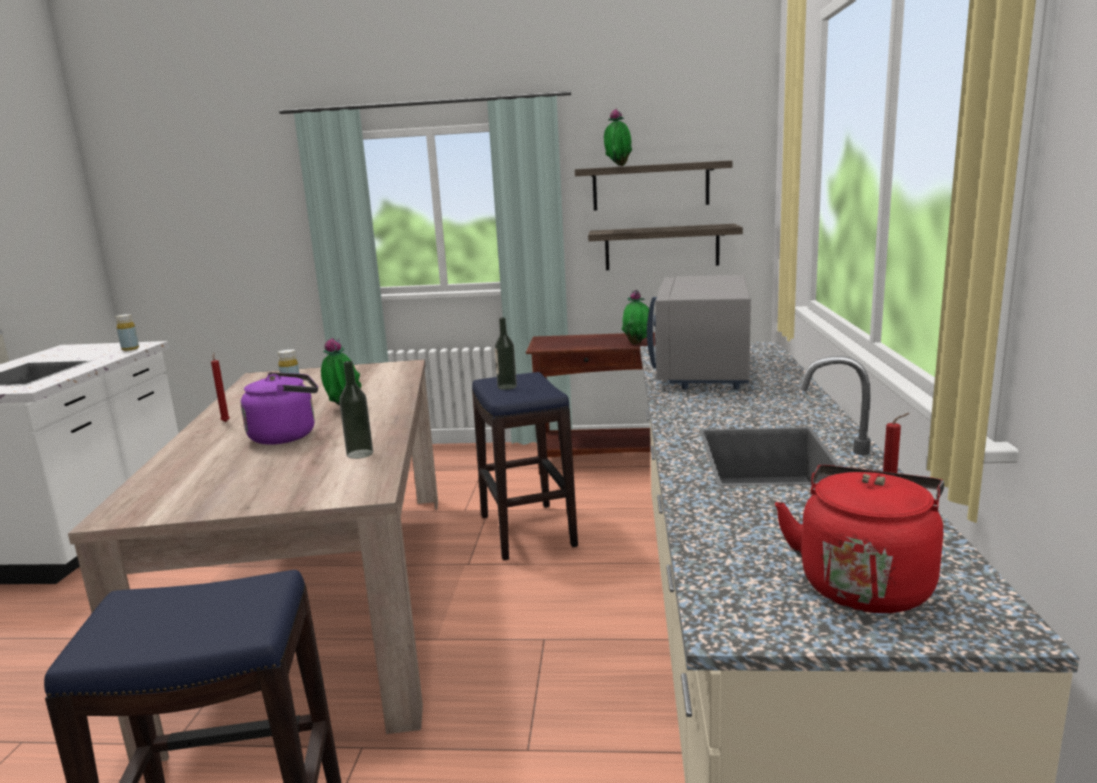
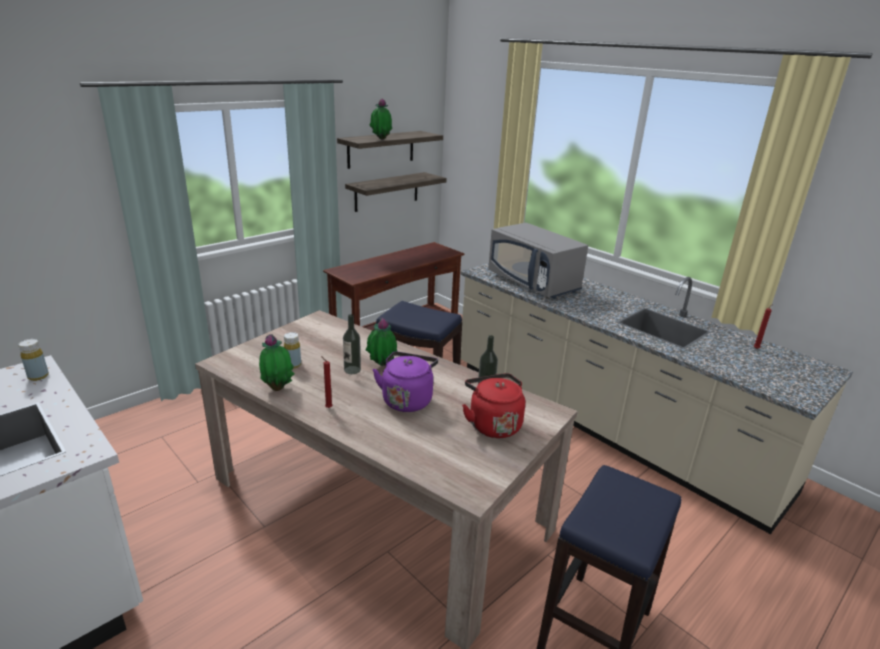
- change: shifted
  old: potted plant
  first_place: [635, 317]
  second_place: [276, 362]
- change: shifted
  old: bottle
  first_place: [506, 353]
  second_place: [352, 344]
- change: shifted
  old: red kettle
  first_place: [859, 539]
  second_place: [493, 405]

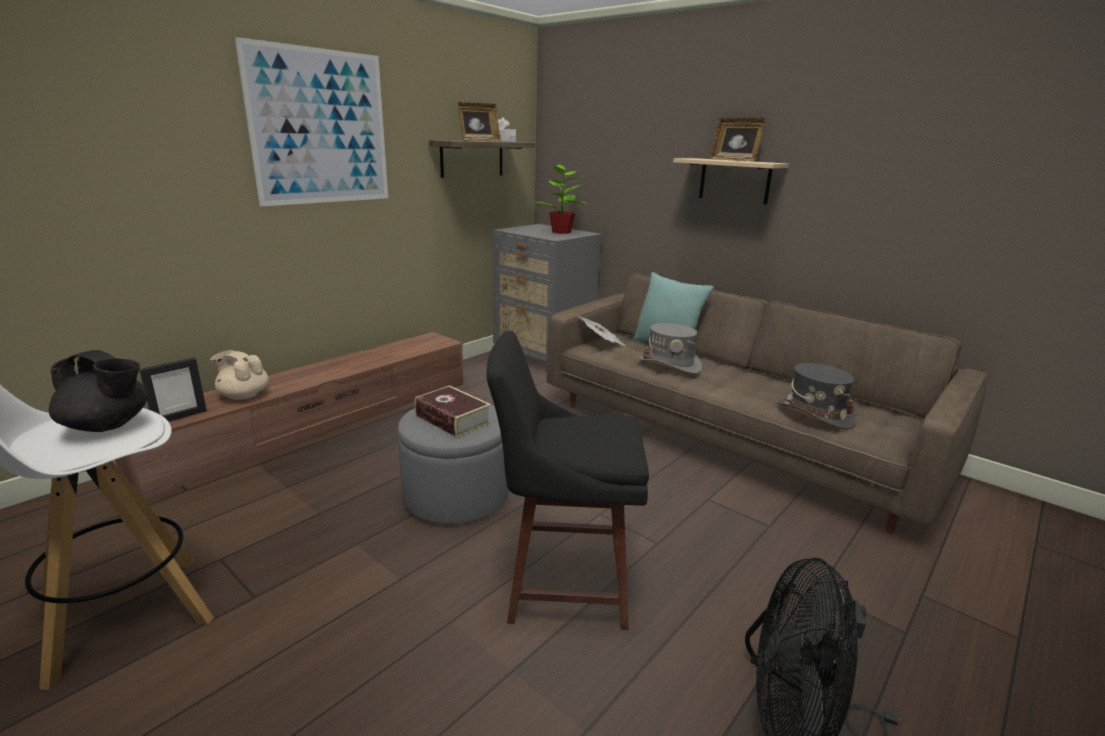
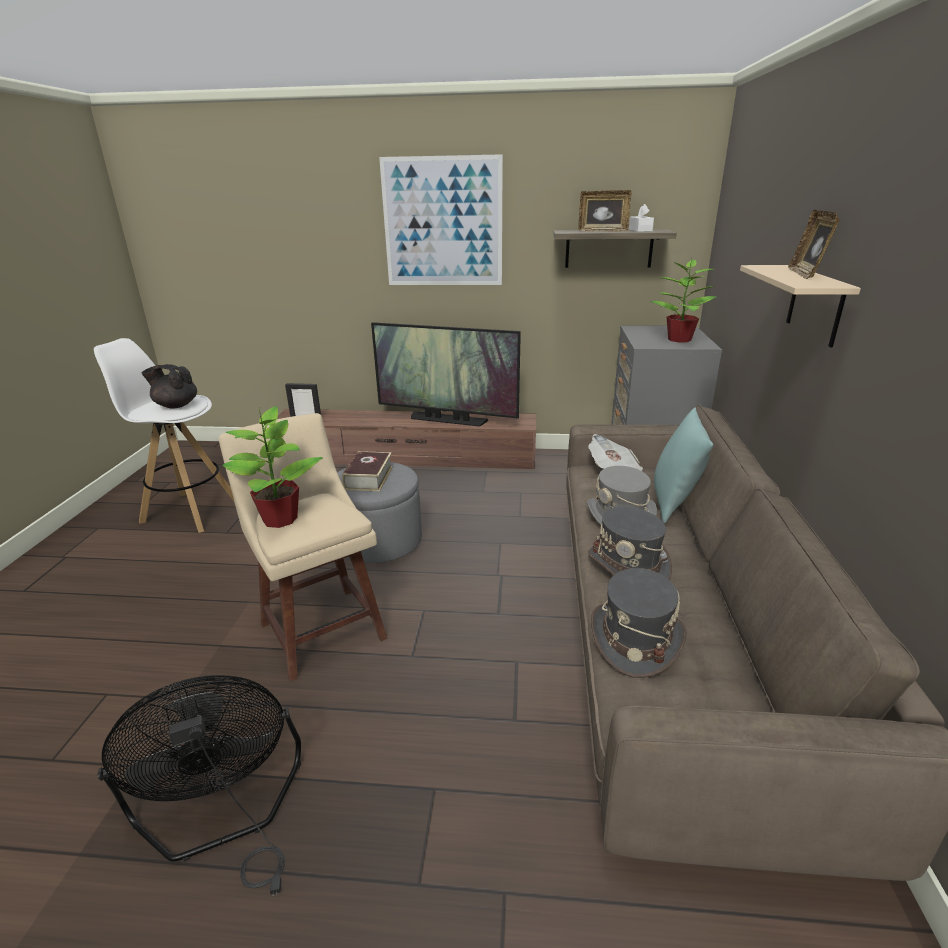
- change: rotated
  old: black teapot
  first_place: [98, 391]
  second_place: [169, 386]
  degrees: 120
- change: repainted
  old: black stool
  new: beige stool
  first_place: [567, 480]
  second_place: [303, 547]
- change: new
  new: potted plant
  second_place: [273, 467]
- change: new
  new: television
  second_place: [446, 374]
- change: new
  new: grey hat
  second_place: [630, 543]
- change: gone
  old: beige teapot
  first_place: [239, 375]

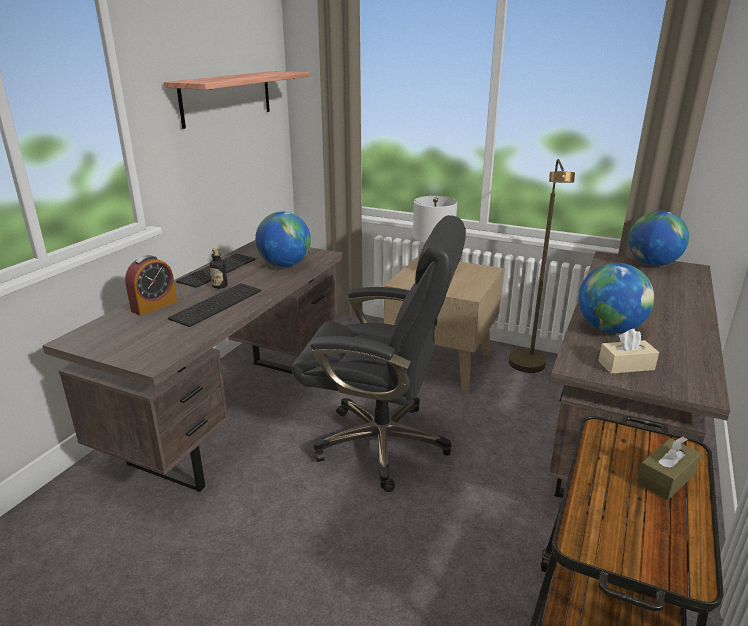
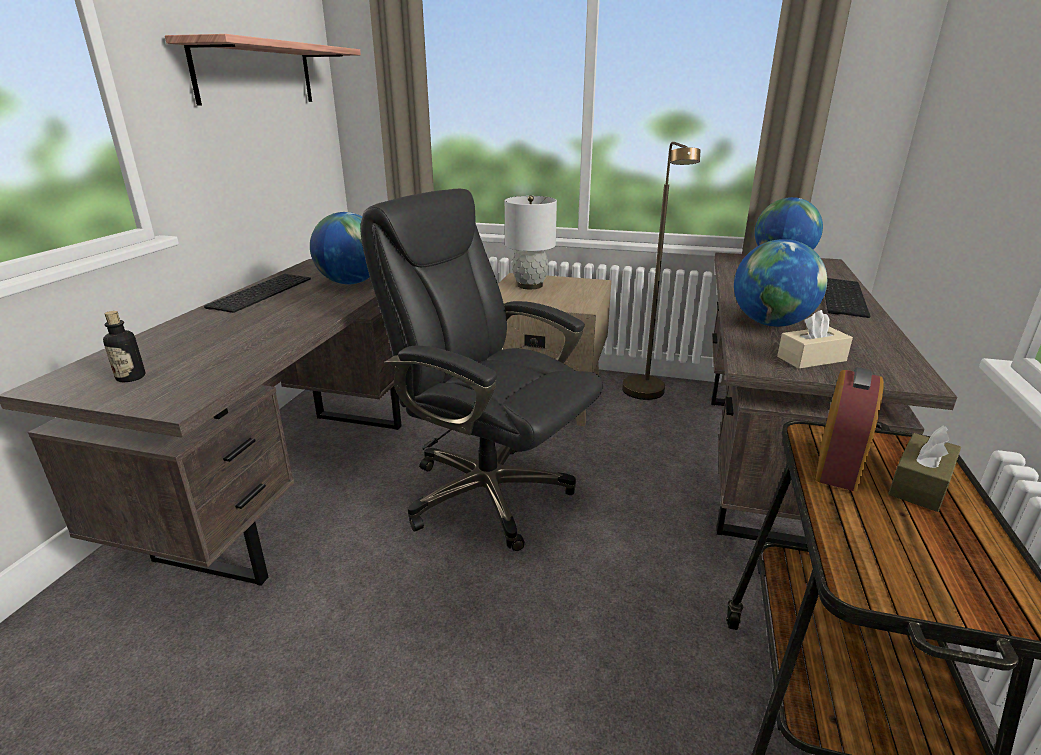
- change: shifted
  old: bottle
  first_place: [218, 268]
  second_place: [124, 346]
- change: rotated
  old: black office chair
  first_place: [379, 353]
  second_place: [481, 370]
  degrees: -150
- change: shifted
  old: alarm clock
  first_place: [151, 285]
  second_place: [850, 429]
- change: shifted
  old: keyboard
  first_place: [214, 305]
  second_place: [847, 298]

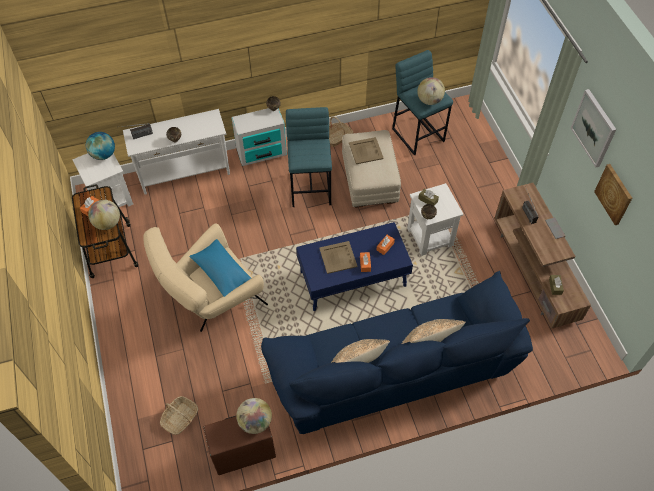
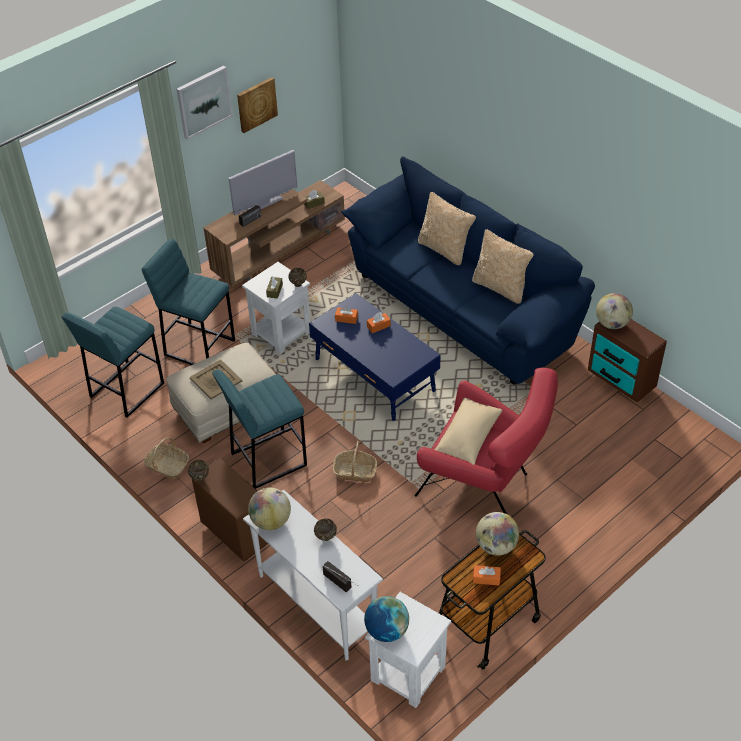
- change: new
  new: turquoise stool
  second_place: [188, 302]
- change: repainted
  old: white nightstand
  new: brown nightstand
  first_place: [259, 137]
  second_place: [230, 509]
- change: new
  new: television
  second_place: [263, 182]
- change: shifted
  old: globe
  first_place: [431, 91]
  second_place: [269, 509]
- change: shifted
  old: basket
  first_place: [179, 415]
  second_place: [355, 461]
- change: repainted
  old: beige armchair
  new: red armchair
  first_place: [206, 277]
  second_place: [486, 441]
- change: repainted
  old: blue pillow
  new: beige pillow
  first_place: [220, 268]
  second_place: [468, 431]
- change: gone
  old: beige tray
  first_place: [338, 257]

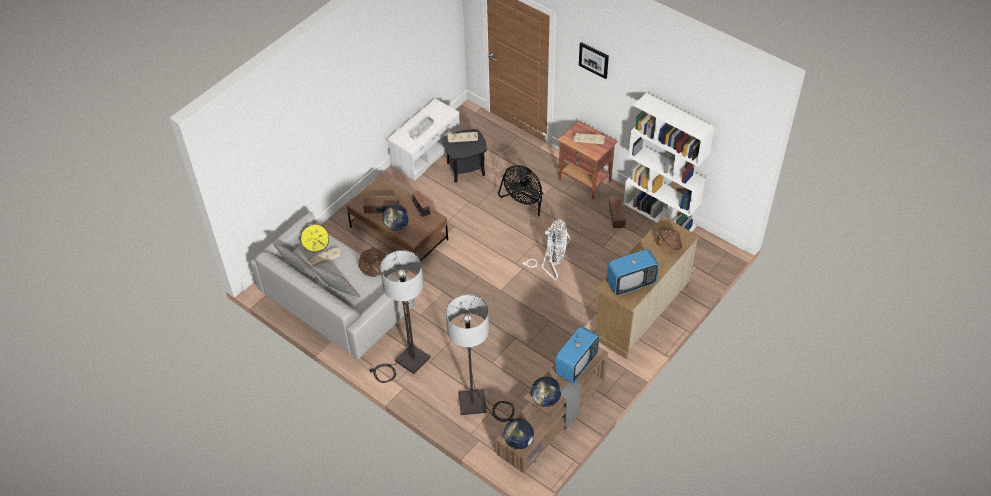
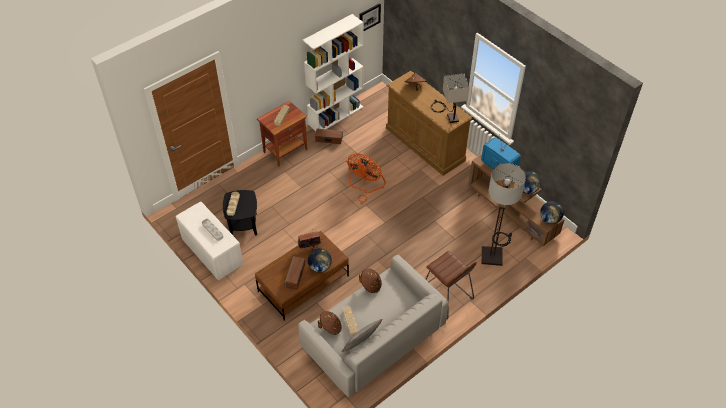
- change: repainted
  old: yellow hat
  new: brown hat
  first_place: [315, 238]
  second_place: [330, 323]
- change: repainted
  old: white fan
  new: orange fan
  first_place: [547, 249]
  second_place: [366, 179]
- change: shifted
  old: picture
  first_place: [594, 60]
  second_place: [370, 17]
- change: swapped
  old: floor lamp
  new: brown stool
  first_place: [399, 316]
  second_place: [451, 285]
- change: swapped
  old: television
  new: table lamp
  first_place: [632, 270]
  second_place: [450, 98]
- change: gone
  old: grey pillow
  first_place: [336, 281]
- change: gone
  old: black fan
  first_place: [520, 190]

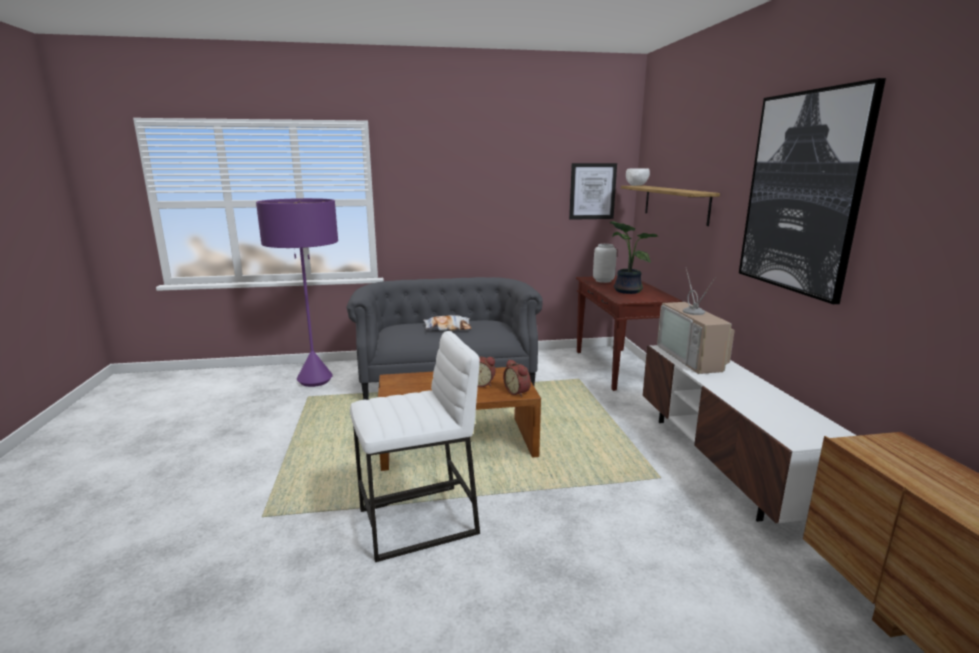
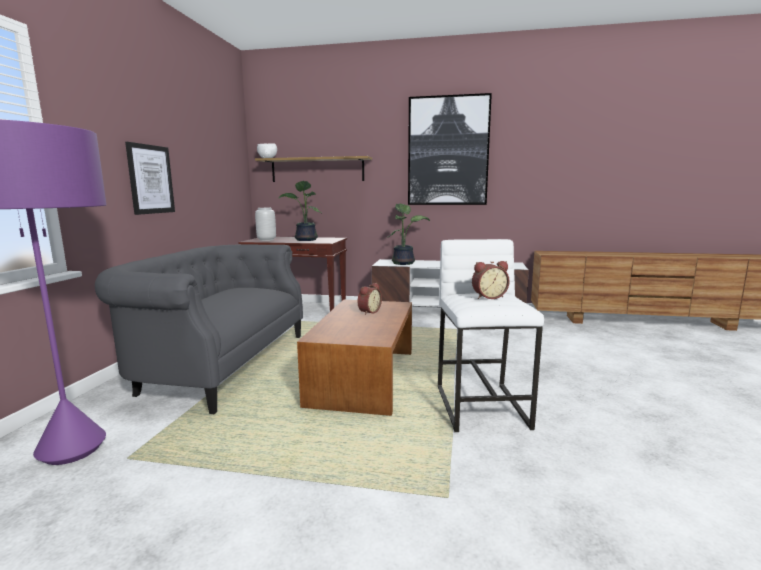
- change: shifted
  old: picture
  first_place: [593, 191]
  second_place: [150, 178]
- change: swapped
  old: television
  new: potted plant
  first_place: [696, 321]
  second_place: [408, 234]
- change: shifted
  old: alarm clock
  first_place: [517, 378]
  second_place: [491, 280]
- change: gone
  old: pillow
  first_place: [447, 323]

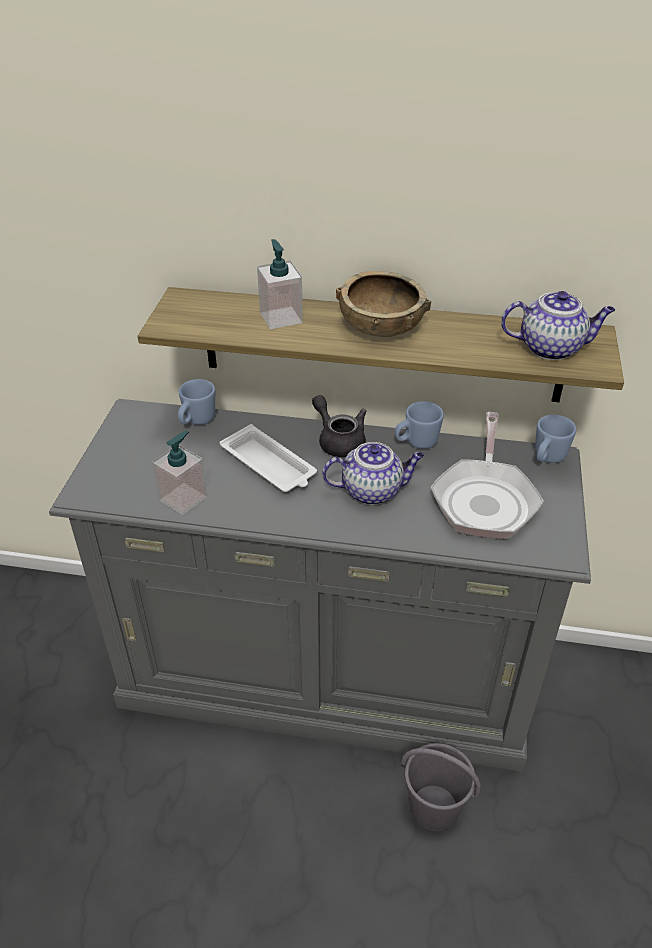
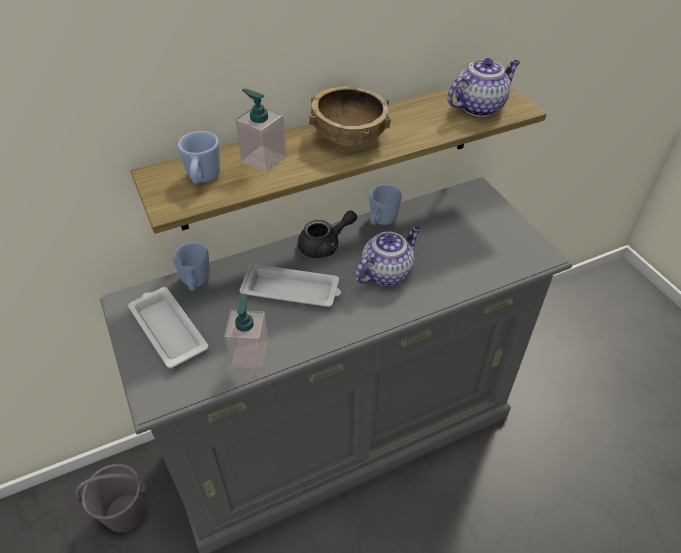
- change: shifted
  old: grey bucket
  first_place: [441, 787]
  second_place: [111, 498]
- change: new
  new: white tray
  second_place: [168, 327]
- change: shifted
  old: blue mug
  first_place: [555, 439]
  second_place: [199, 157]
- change: rotated
  old: grey teapot
  first_place: [339, 426]
  second_place: [327, 234]
  degrees: 135
- change: gone
  old: frying pan
  first_place: [487, 475]

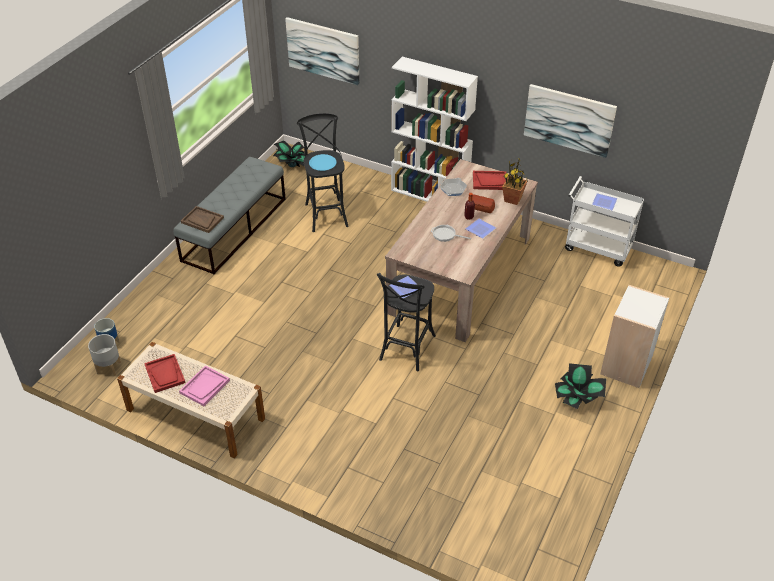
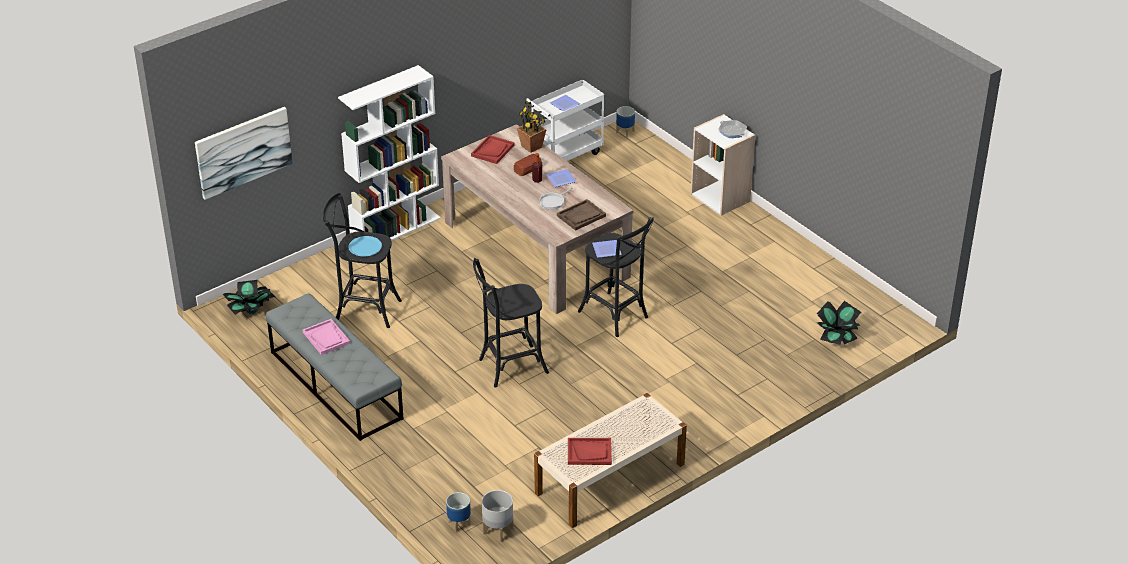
- change: shifted
  old: pink tray
  first_place: [204, 385]
  second_place: [326, 337]
- change: new
  new: black stool
  second_place: [511, 323]
- change: shifted
  old: brown tray
  first_place: [202, 219]
  second_place: [581, 215]
- change: new
  new: planter
  second_place: [625, 121]
- change: shifted
  old: frying pan
  first_place: [453, 187]
  second_place: [732, 129]
- change: shifted
  old: potted plant
  first_place: [580, 386]
  second_place: [839, 323]
- change: gone
  old: picture
  first_place: [570, 121]

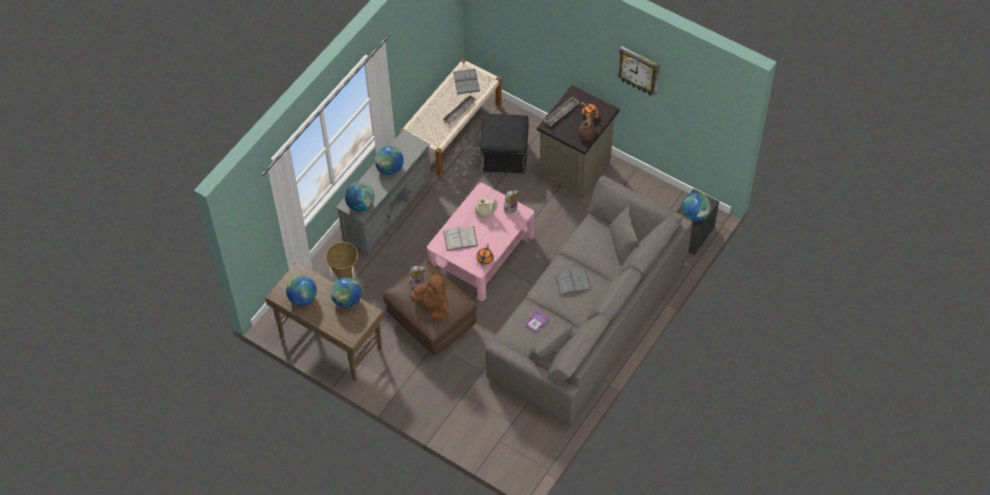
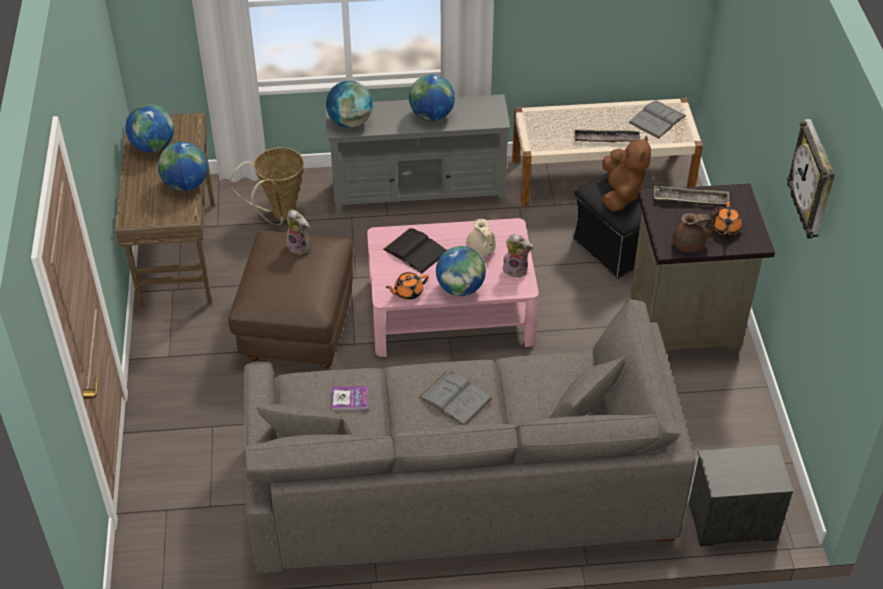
- change: repainted
  old: white book
  new: black book
  first_place: [460, 238]
  second_place: [414, 251]
- change: shifted
  old: globe
  first_place: [696, 207]
  second_place: [461, 271]
- change: shifted
  old: brown plush toy
  first_place: [429, 296]
  second_place: [627, 174]

